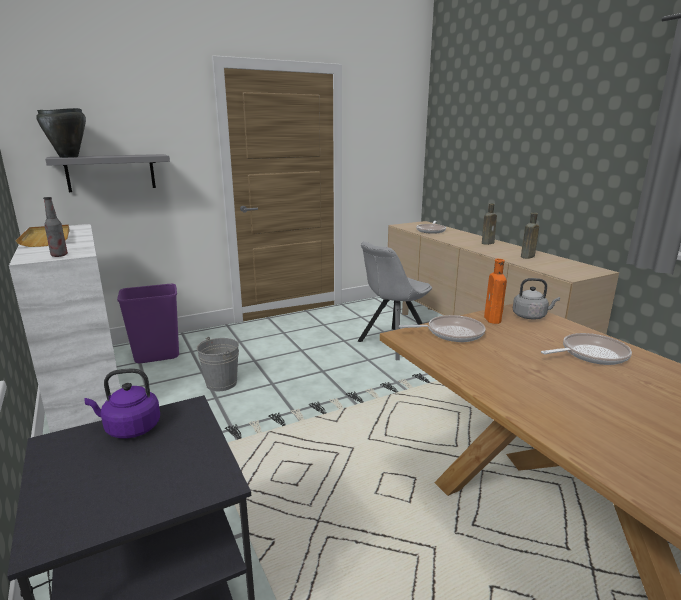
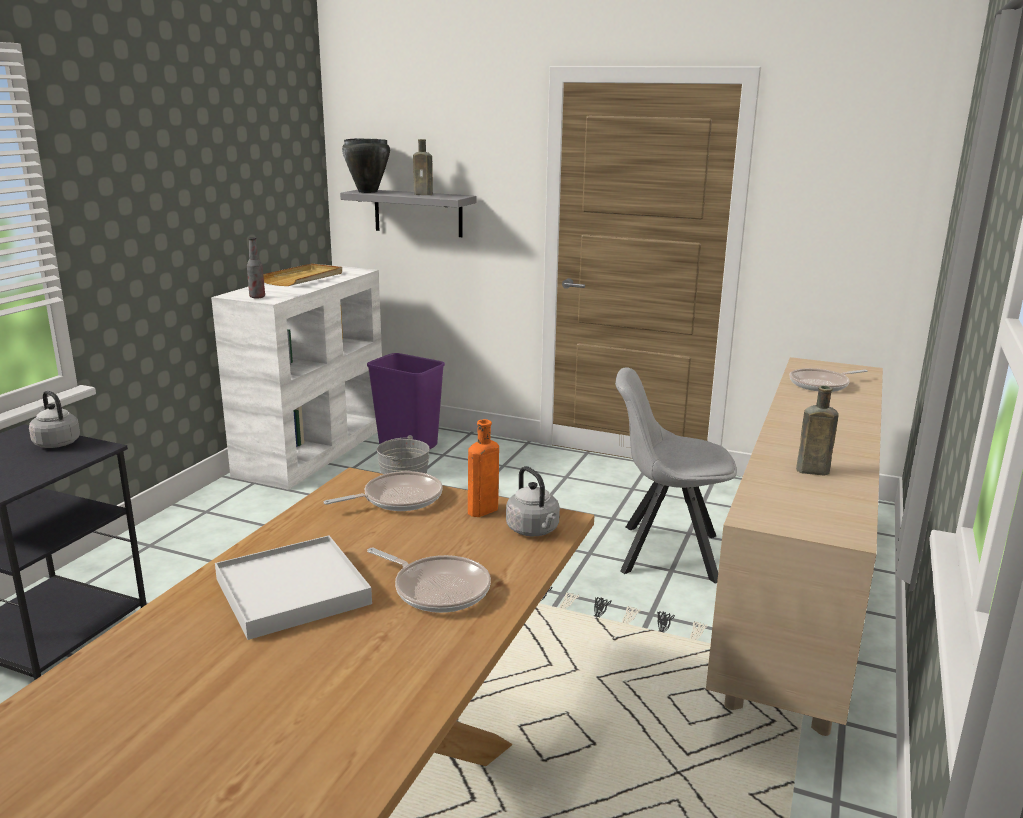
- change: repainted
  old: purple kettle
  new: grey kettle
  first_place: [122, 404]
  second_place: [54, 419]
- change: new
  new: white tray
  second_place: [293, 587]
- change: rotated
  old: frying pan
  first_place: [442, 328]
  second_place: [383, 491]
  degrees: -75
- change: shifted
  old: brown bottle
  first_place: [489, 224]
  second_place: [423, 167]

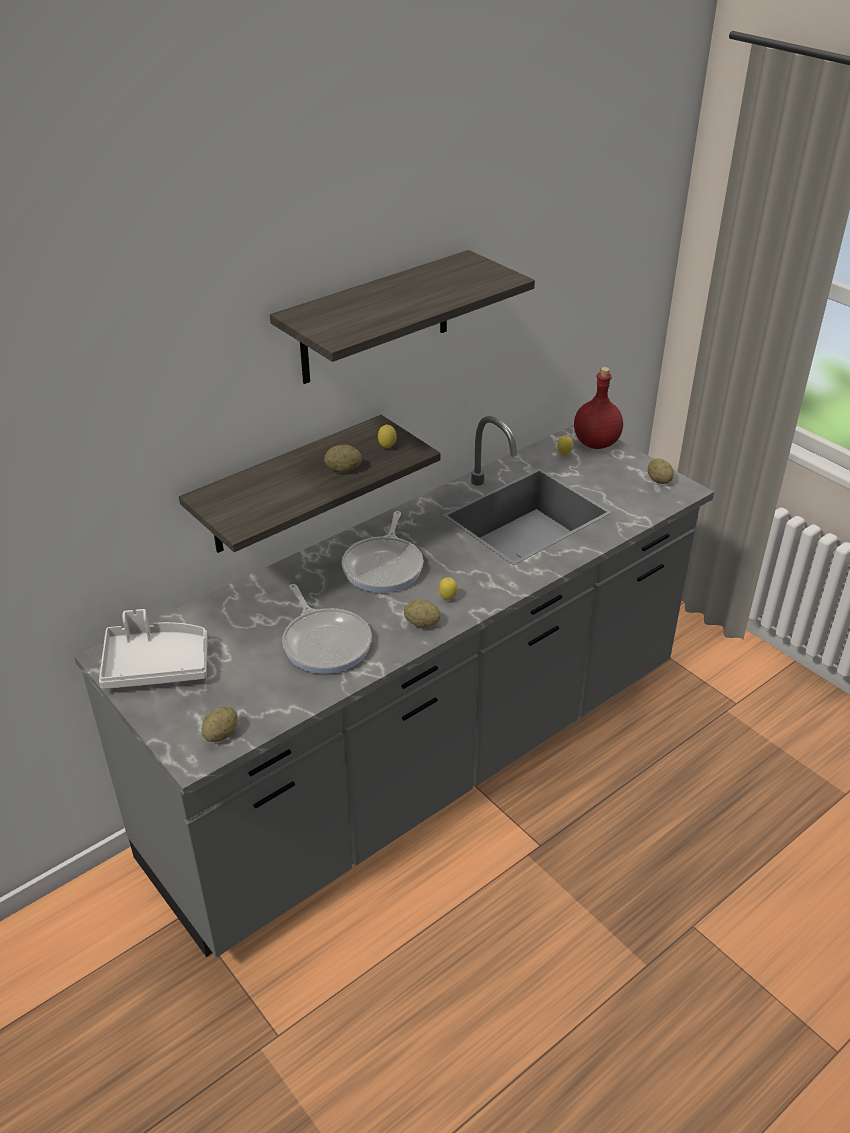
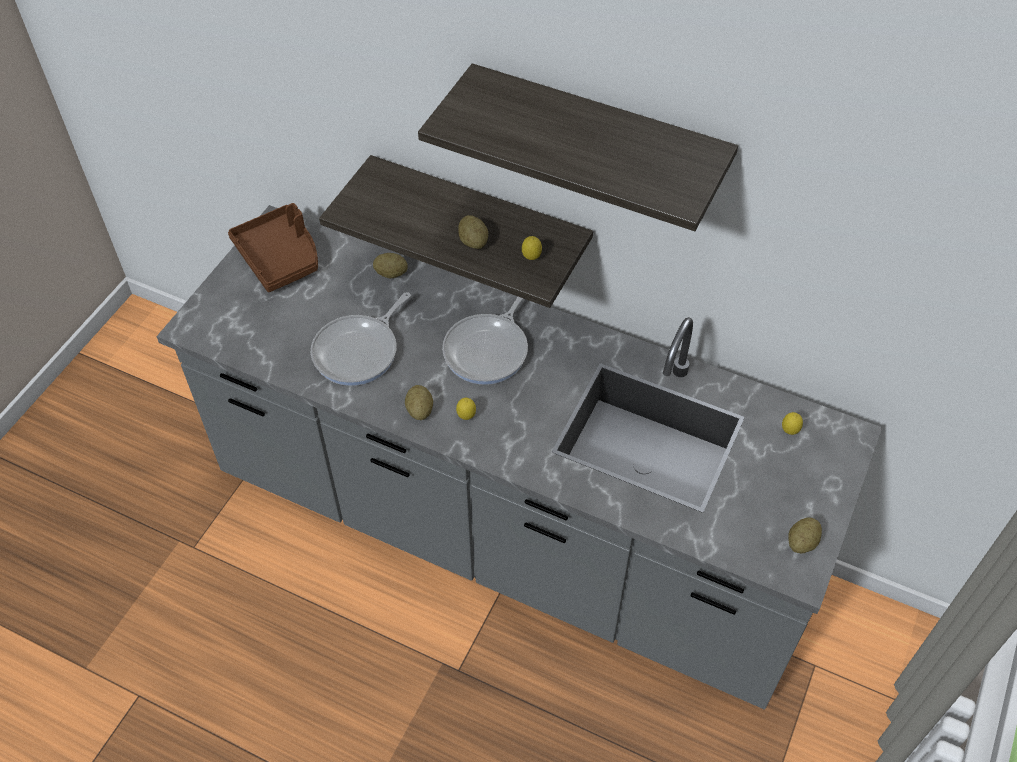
- change: repainted
  old: grey tray
  new: brown tray
  first_place: [153, 649]
  second_place: [273, 247]
- change: shifted
  old: potato
  first_place: [219, 724]
  second_place: [390, 265]
- change: rotated
  old: frying pan
  first_place: [382, 552]
  second_place: [485, 341]
  degrees: -45
- change: gone
  old: red bottle
  first_place: [598, 408]

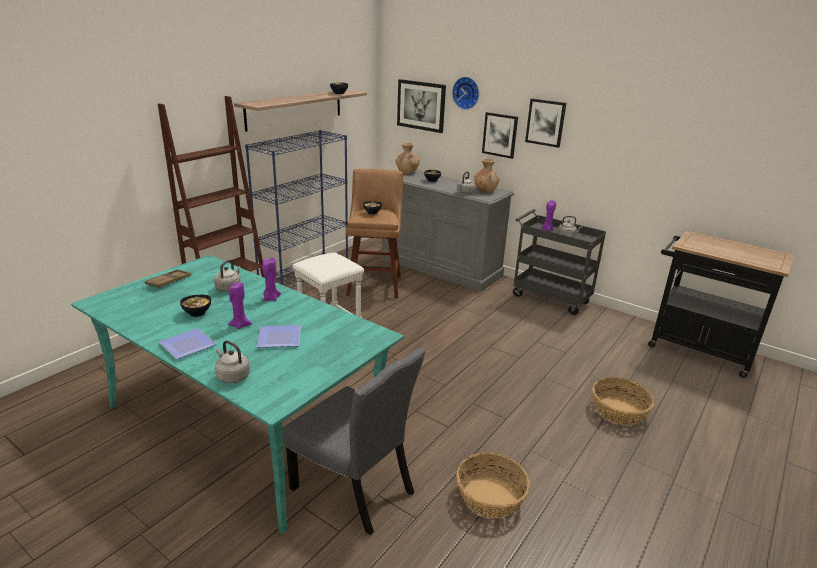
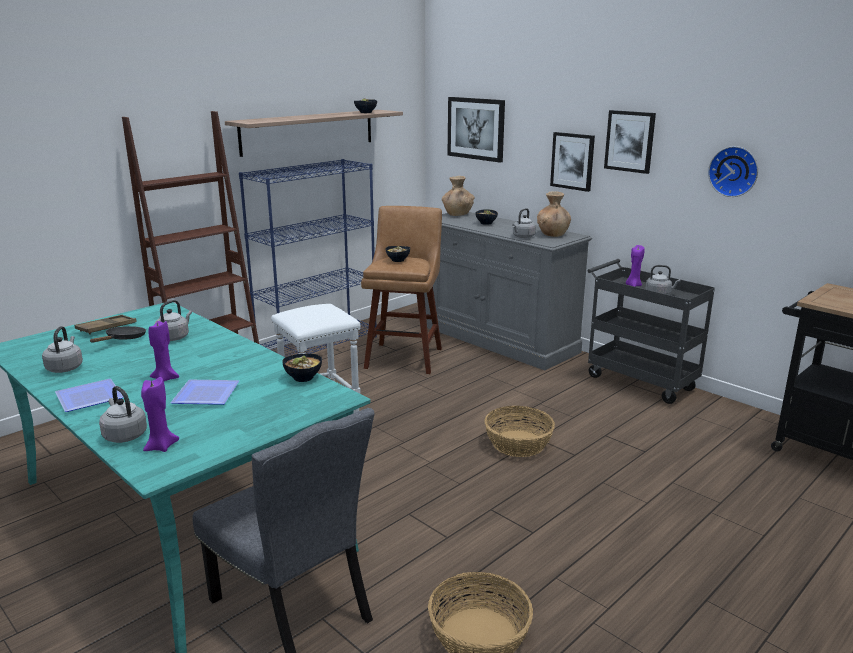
- change: new
  new: grey kettle
  second_place: [62, 349]
- change: new
  new: black frying pan
  second_place: [118, 334]
- change: shifted
  old: purple candle
  first_place: [271, 279]
  second_place: [160, 414]
- change: shifted
  old: bowl
  first_place: [195, 306]
  second_place: [302, 368]
- change: shifted
  old: basket
  first_place: [623, 401]
  second_place: [519, 431]
- change: shifted
  old: wall clock
  first_place: [465, 93]
  second_place: [733, 171]

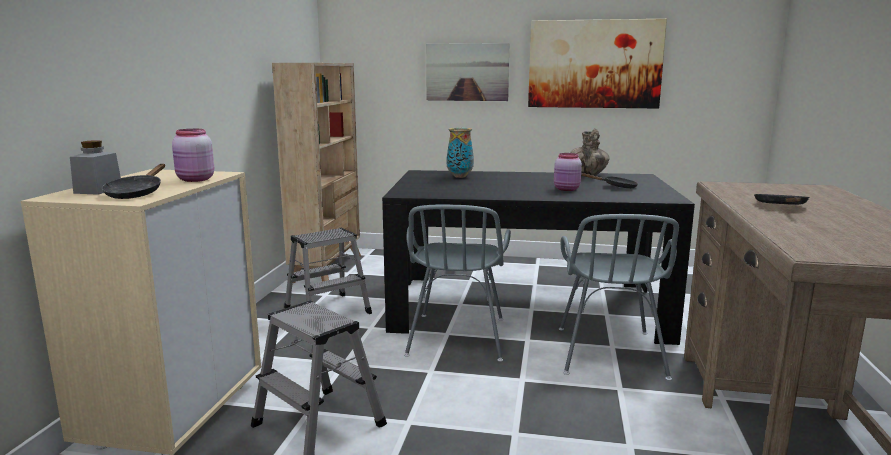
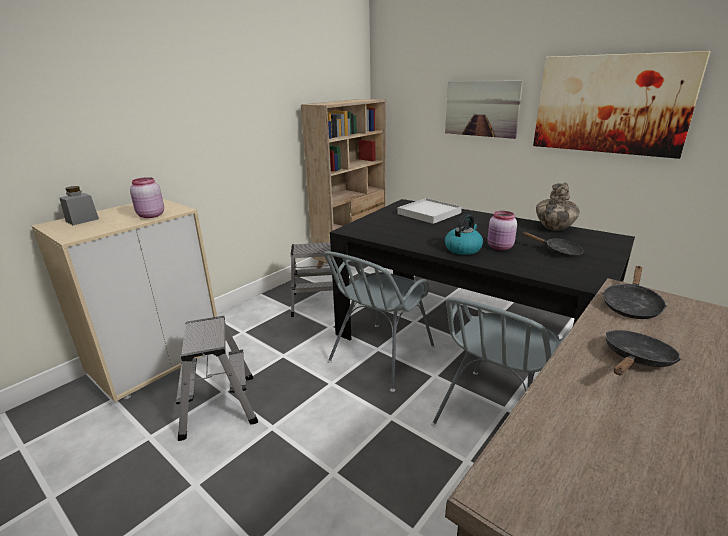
- change: swapped
  old: vase
  new: white tray
  first_place: [460, 153]
  second_place: [429, 211]
- change: new
  new: kettle
  second_place: [464, 234]
- change: shifted
  old: black frying pan
  first_place: [133, 181]
  second_place: [634, 292]

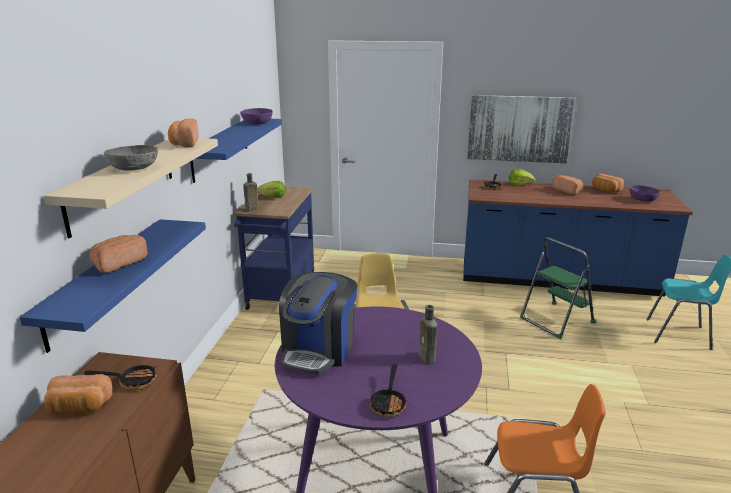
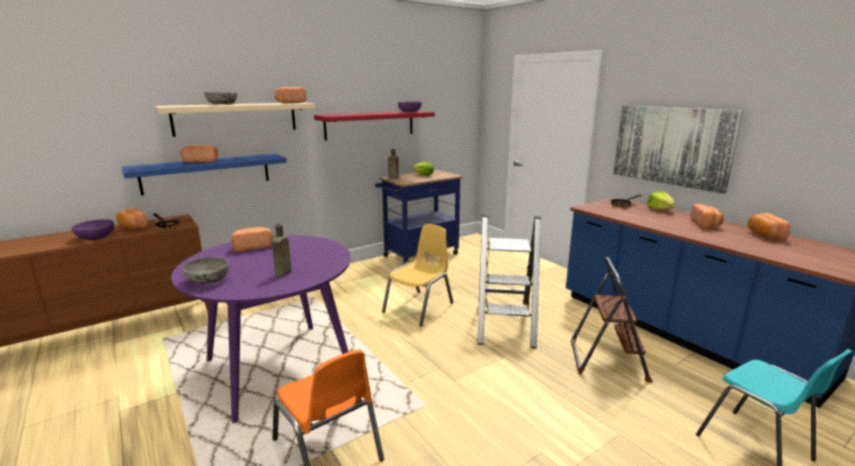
- change: shifted
  old: purple bowl
  first_place: [645, 193]
  second_place: [92, 229]
- change: swapped
  old: frying pan
  new: grey bowl
  first_place: [388, 391]
  second_place: [205, 270]
- change: swapped
  old: coffee machine
  new: bread
  first_place: [318, 323]
  second_place: [252, 239]
- change: repainted
  old: blue shelf
  new: red shelf
  first_place: [236, 151]
  second_place: [374, 125]
- change: new
  new: grey step ladder
  second_place: [509, 281]
- change: repainted
  old: green step ladder
  new: brown step ladder
  first_place: [558, 288]
  second_place: [612, 320]

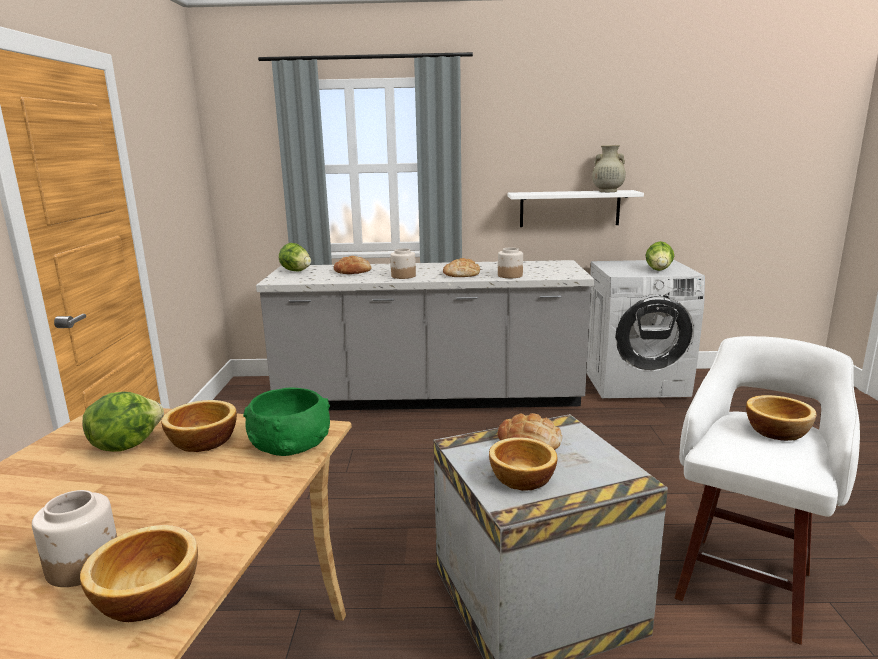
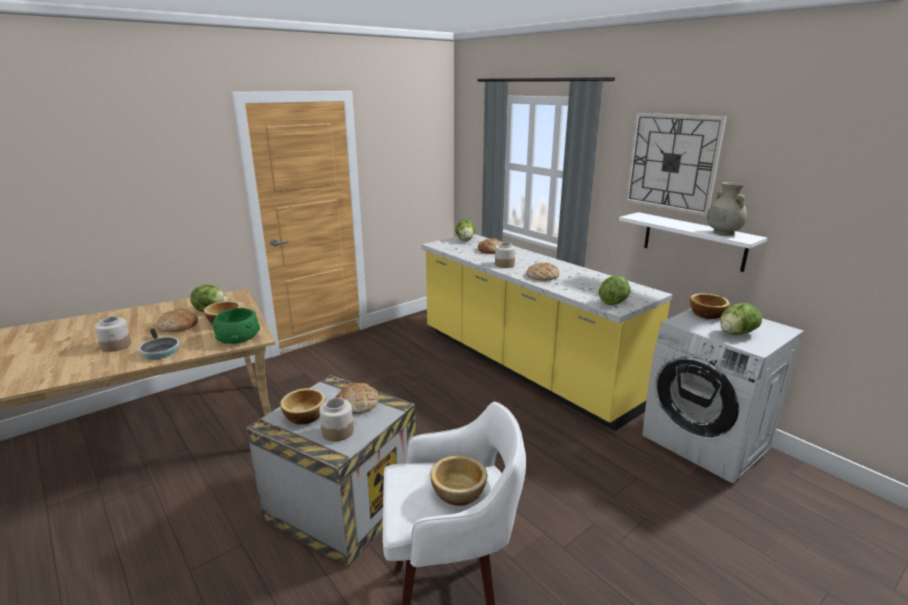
- change: new
  new: frying pan
  second_place: [159, 343]
- change: new
  new: bread
  second_place: [177, 321]
- change: shifted
  old: jar
  first_place: [510, 263]
  second_place: [336, 420]
- change: repainted
  old: grey counter
  new: yellow counter
  first_place: [425, 335]
  second_place: [547, 332]
- change: new
  new: lettuce
  second_place: [614, 290]
- change: new
  new: wall clock
  second_place: [676, 164]
- change: shifted
  old: bowl
  first_place: [139, 573]
  second_place: [710, 306]

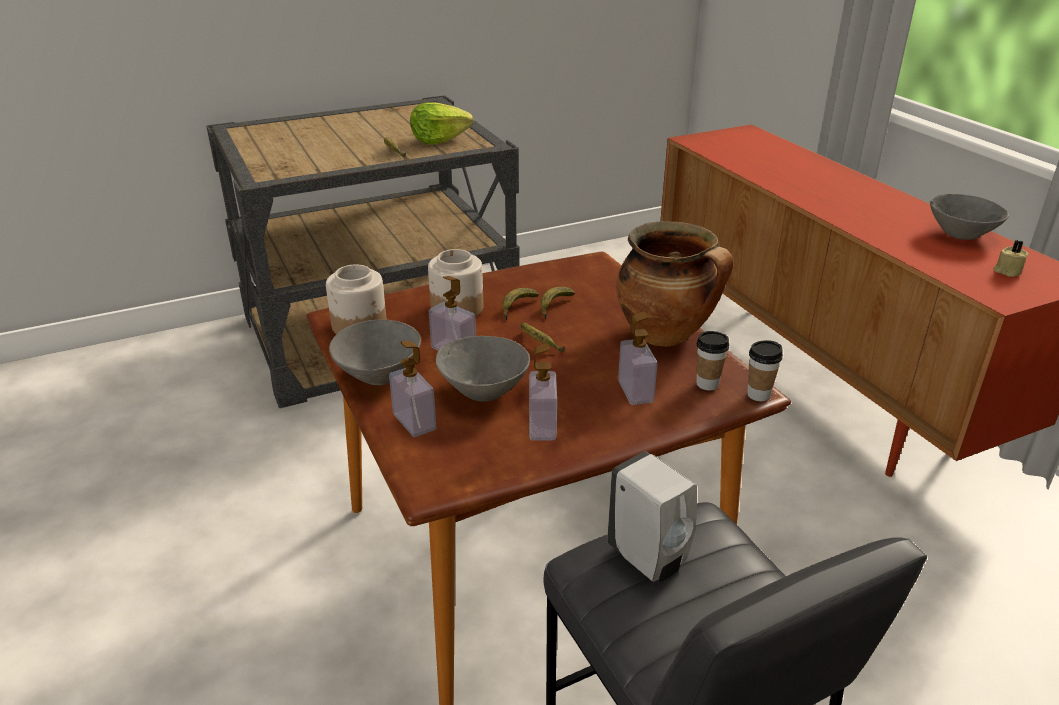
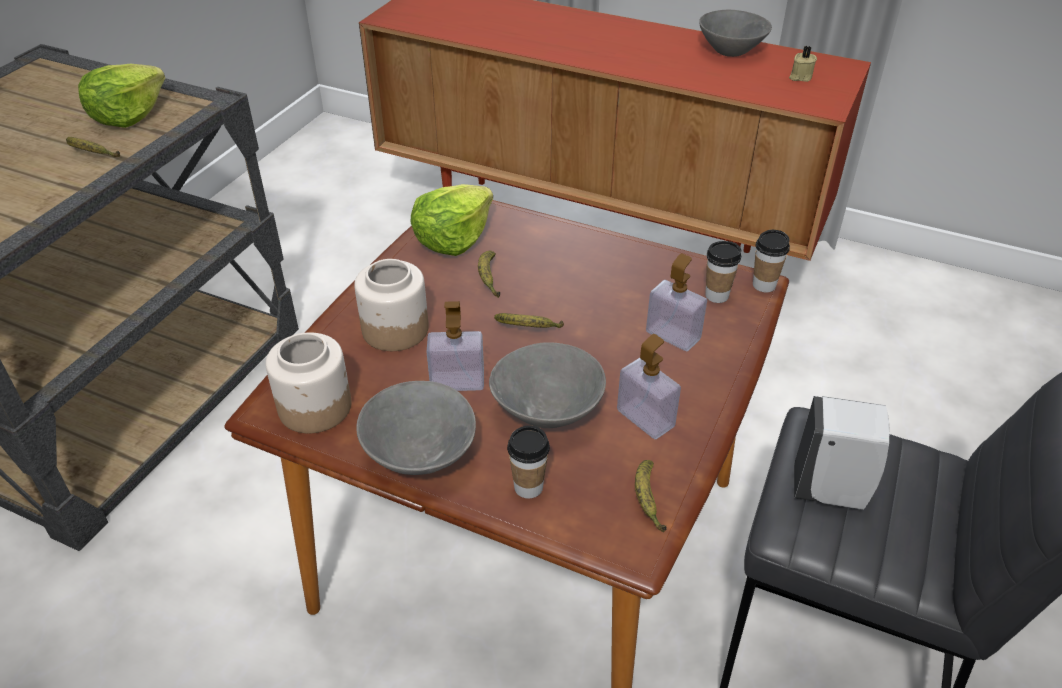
- change: new
  new: lettuce
  second_place: [452, 220]
- change: swapped
  old: soap dispenser
  new: cup
  first_place: [412, 389]
  second_place: [528, 462]
- change: shifted
  old: banana
  first_place: [520, 304]
  second_place: [651, 496]
- change: gone
  old: cooking pot
  first_place: [675, 283]

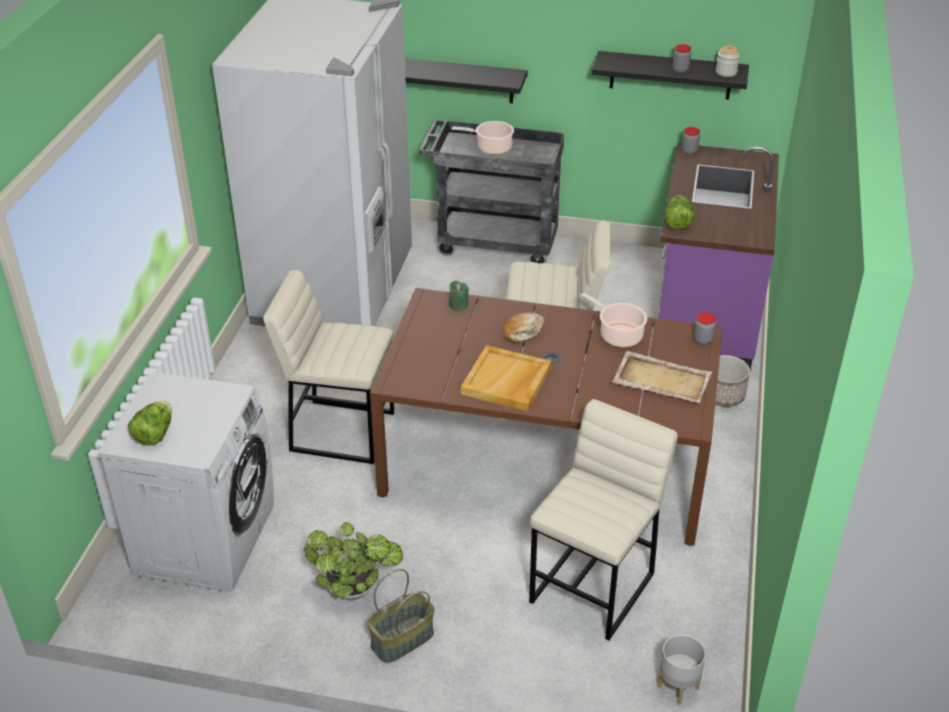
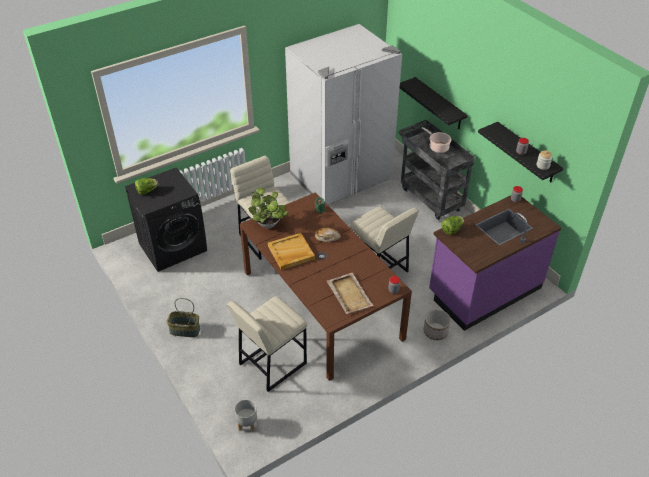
- change: repainted
  old: white washing machine
  new: black washing machine
  first_place: [186, 482]
  second_place: [166, 219]
- change: rotated
  old: beige chair
  first_place: [603, 520]
  second_place: [267, 344]
  degrees: 150
- change: shifted
  old: potted plant
  first_place: [353, 561]
  second_place: [268, 208]
- change: gone
  old: cooking pot
  first_place: [614, 319]

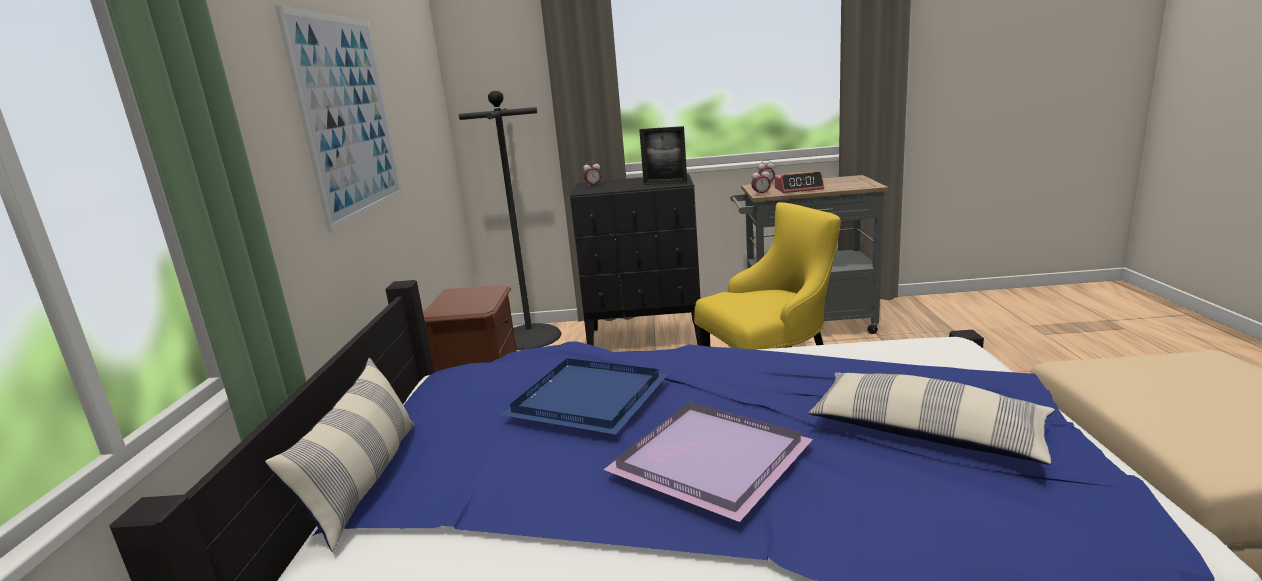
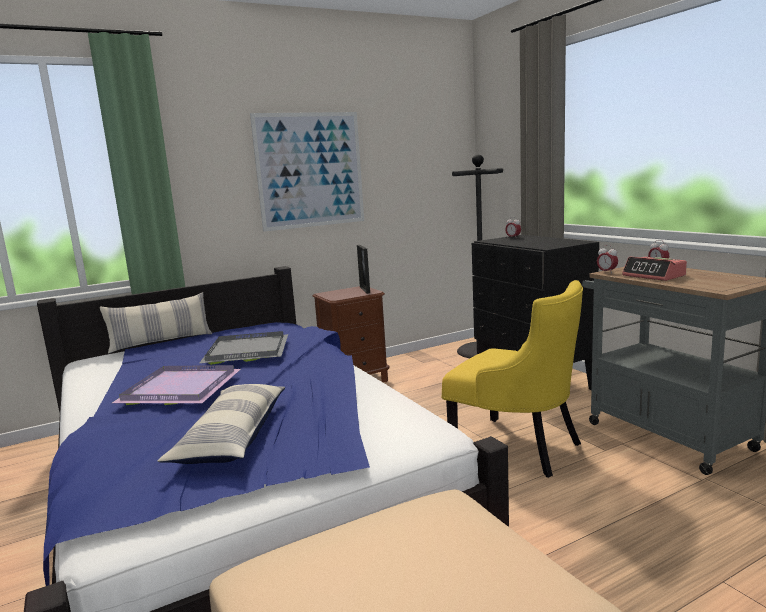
- change: repainted
  old: blue tray
  new: grey tray
  first_place: [584, 396]
  second_place: [244, 348]
- change: shifted
  old: picture frame
  first_place: [663, 155]
  second_place: [363, 269]

